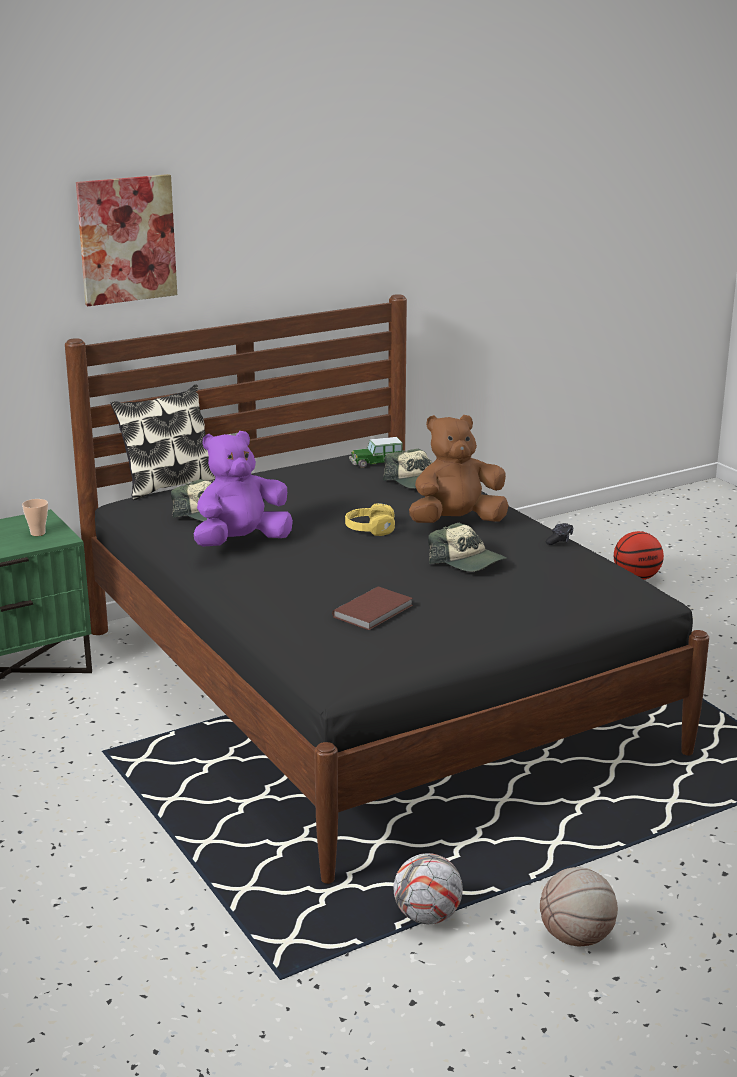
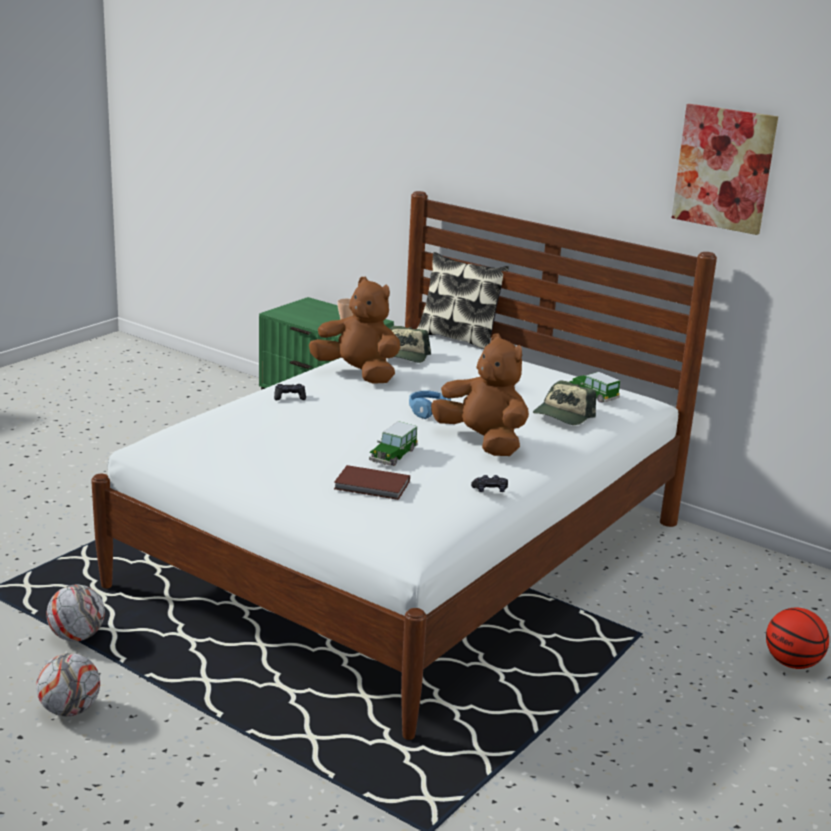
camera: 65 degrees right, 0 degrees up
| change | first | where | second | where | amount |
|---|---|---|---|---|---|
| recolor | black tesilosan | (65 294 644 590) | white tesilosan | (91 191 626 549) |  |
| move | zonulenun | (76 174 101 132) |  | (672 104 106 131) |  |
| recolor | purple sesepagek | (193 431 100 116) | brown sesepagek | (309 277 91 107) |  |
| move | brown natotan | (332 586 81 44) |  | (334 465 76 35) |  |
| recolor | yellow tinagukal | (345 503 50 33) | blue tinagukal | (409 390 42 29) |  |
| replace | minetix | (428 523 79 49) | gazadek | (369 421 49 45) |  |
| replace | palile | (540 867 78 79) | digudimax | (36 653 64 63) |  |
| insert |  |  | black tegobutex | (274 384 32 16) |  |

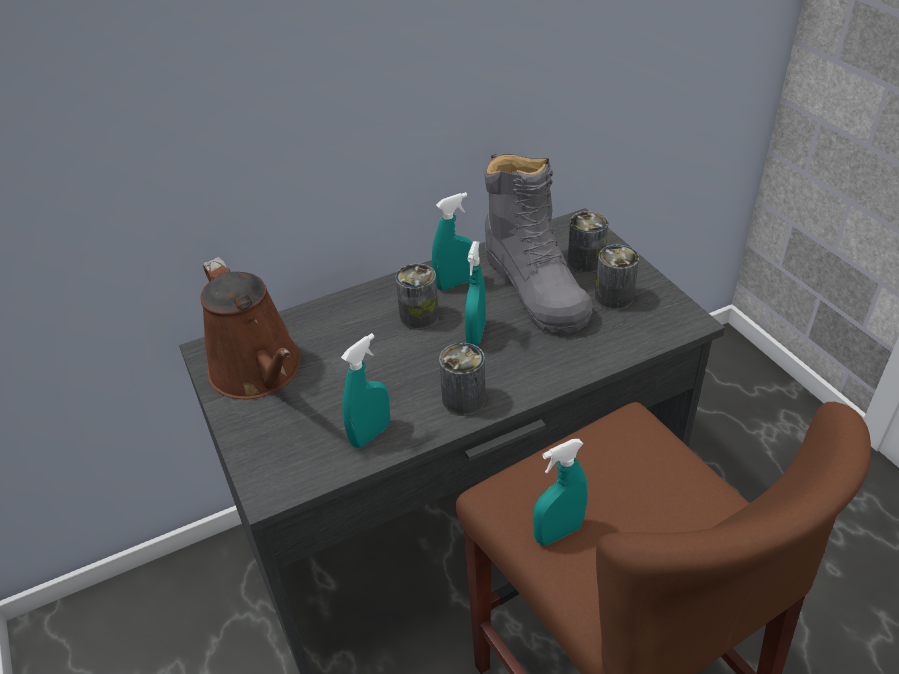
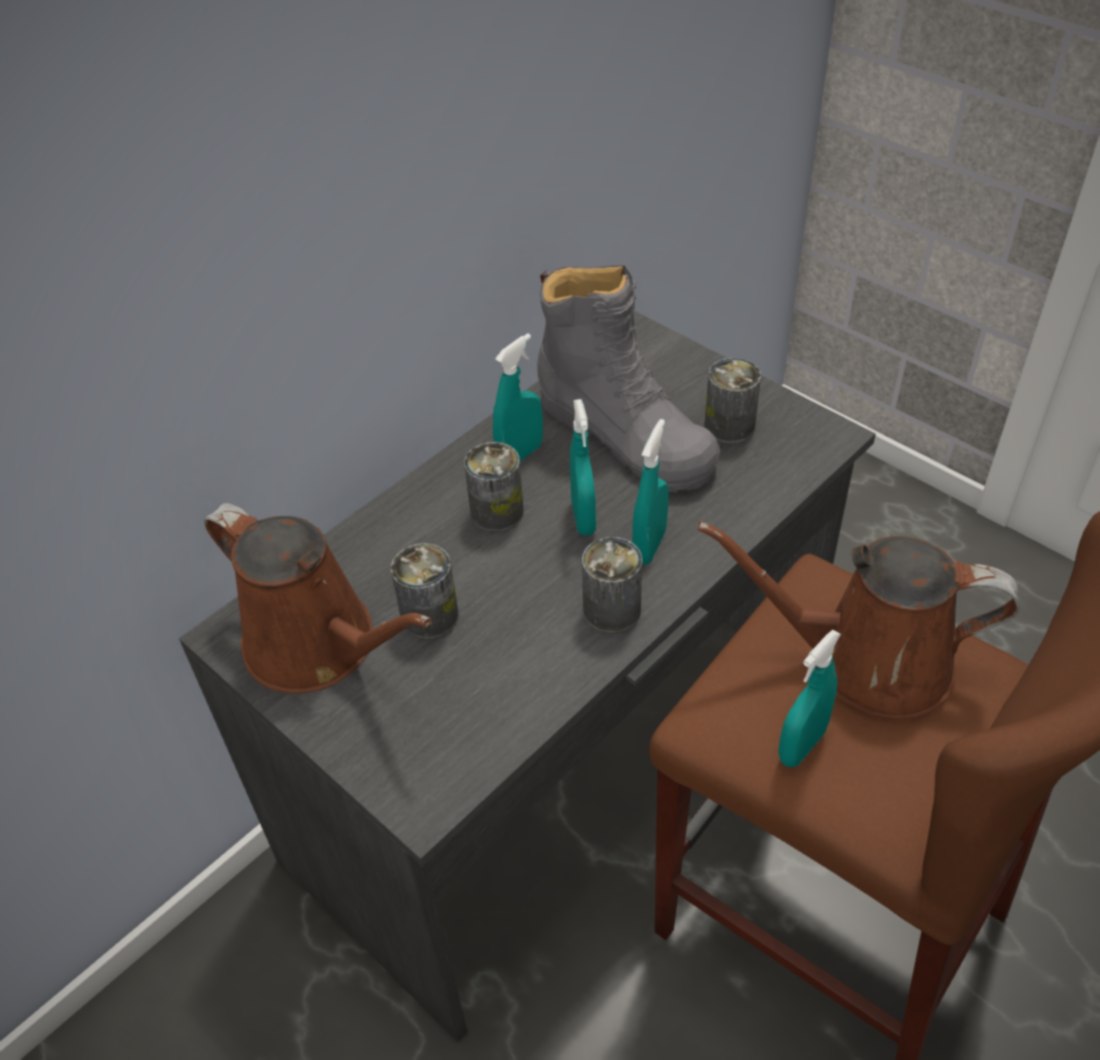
camera: 20 degrees left, 5 degrees up
| change | first | where | second | where | amount |
|---|---|---|---|---|---|
| move | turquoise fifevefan | (341 333 49 115) |  | (632 419 37 146) |  |
| move | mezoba | (568 211 40 63) |  | (391 543 67 96) |  |
| insert |  |  | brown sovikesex | (697 521 323 199) |  |

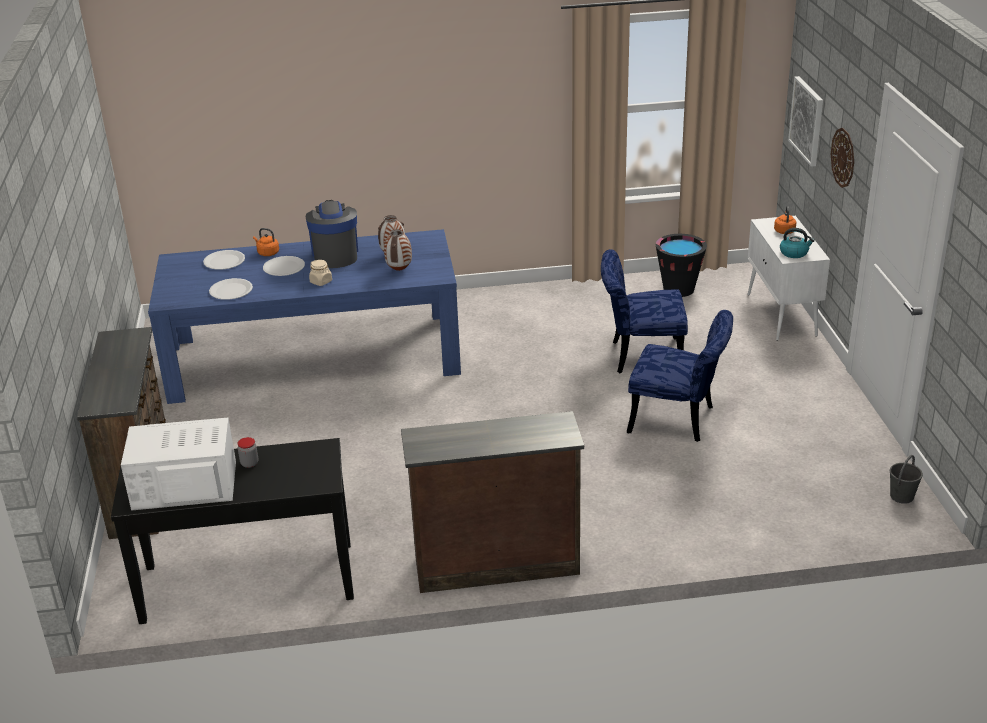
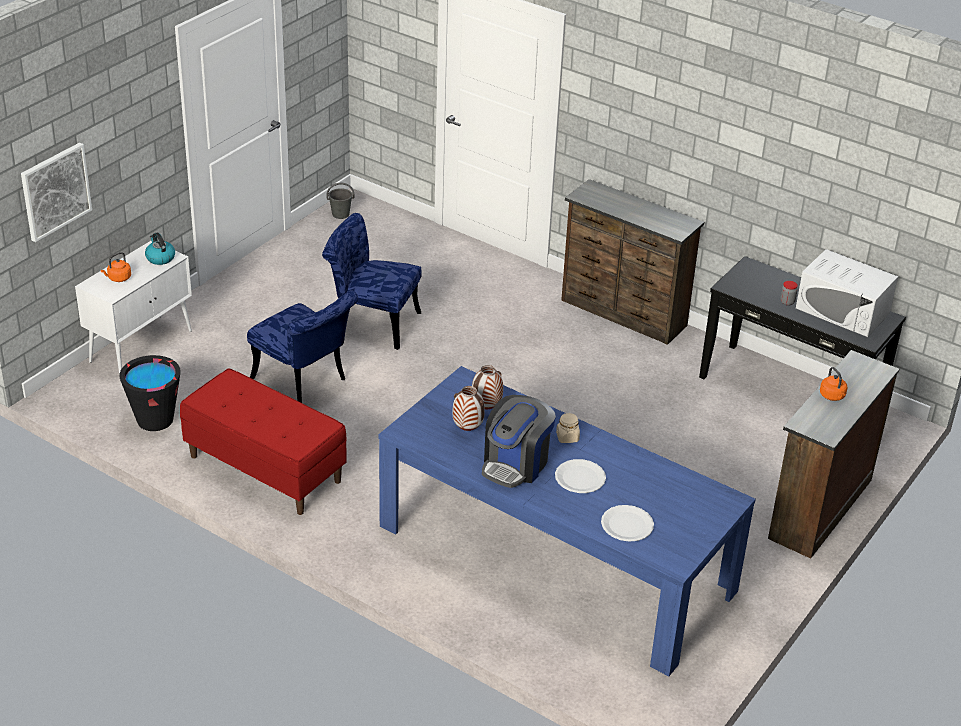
camera: 140 degrees left, 5 degrees up
| change | first | where | second | where | amount |
|---|---|---|---|---|---|
| delete | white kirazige | (209 278 44 22) |  |  |  |
| move | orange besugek | (253 228 26 28) |  | (820 367 27 34) |  |
| rotate | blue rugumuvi | (627 310 106 132) |  | (322 213 100 137) | 45 degrees counterclockwise |
| delete | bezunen | (831 128 23 60) |  |  |  |
| insert |  |  | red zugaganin | (180 369 167 146) |  |

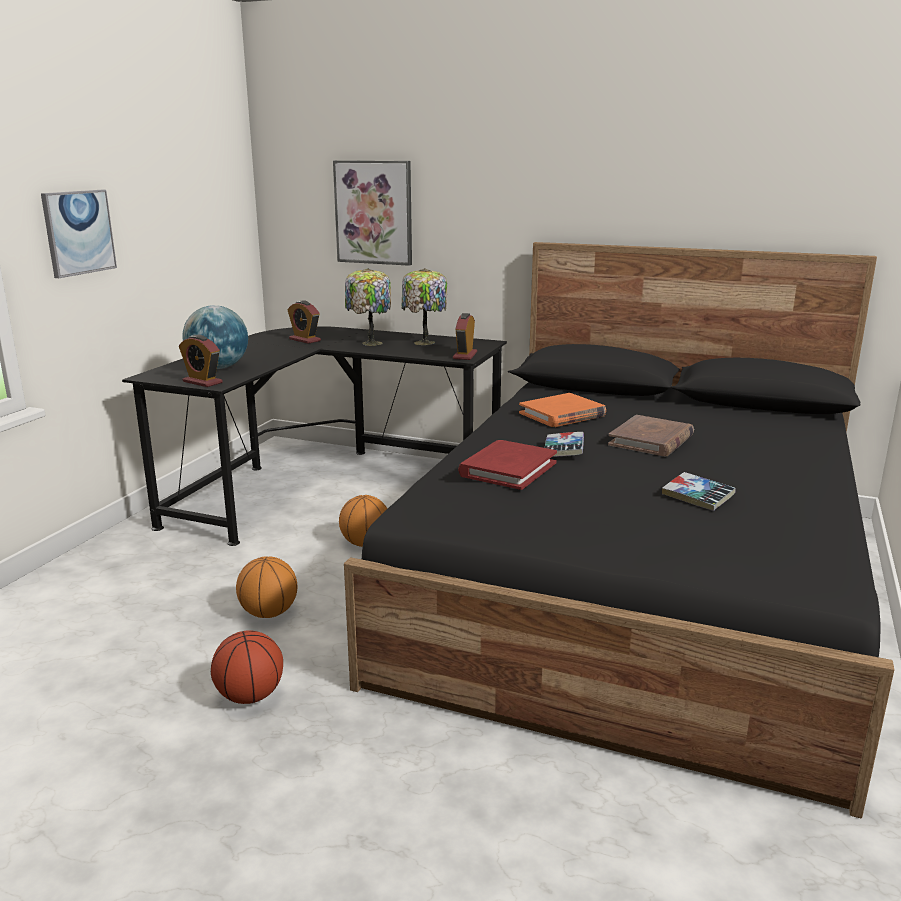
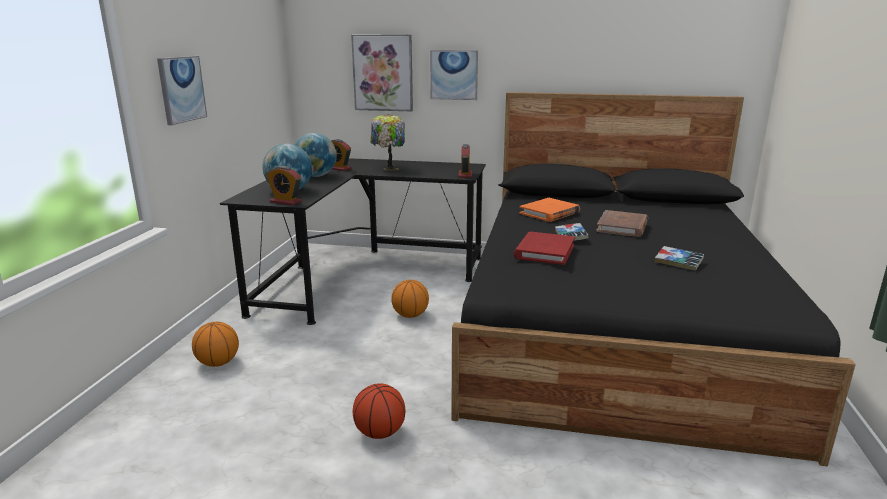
camera: 10 degrees left, 0 degrees up
| change | first | where | second | where | amount |
|---|---|---|---|---|---|
| move | palile | (236 556 61 62) |  | (192 322 47 45) |  |
| delete | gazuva | (402 268 45 77) |  |  |  |
| insert |  |  | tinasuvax | (294 133 43 44) |  |
| insert |  |  | zonulenun | (430 50 48 50) |  |

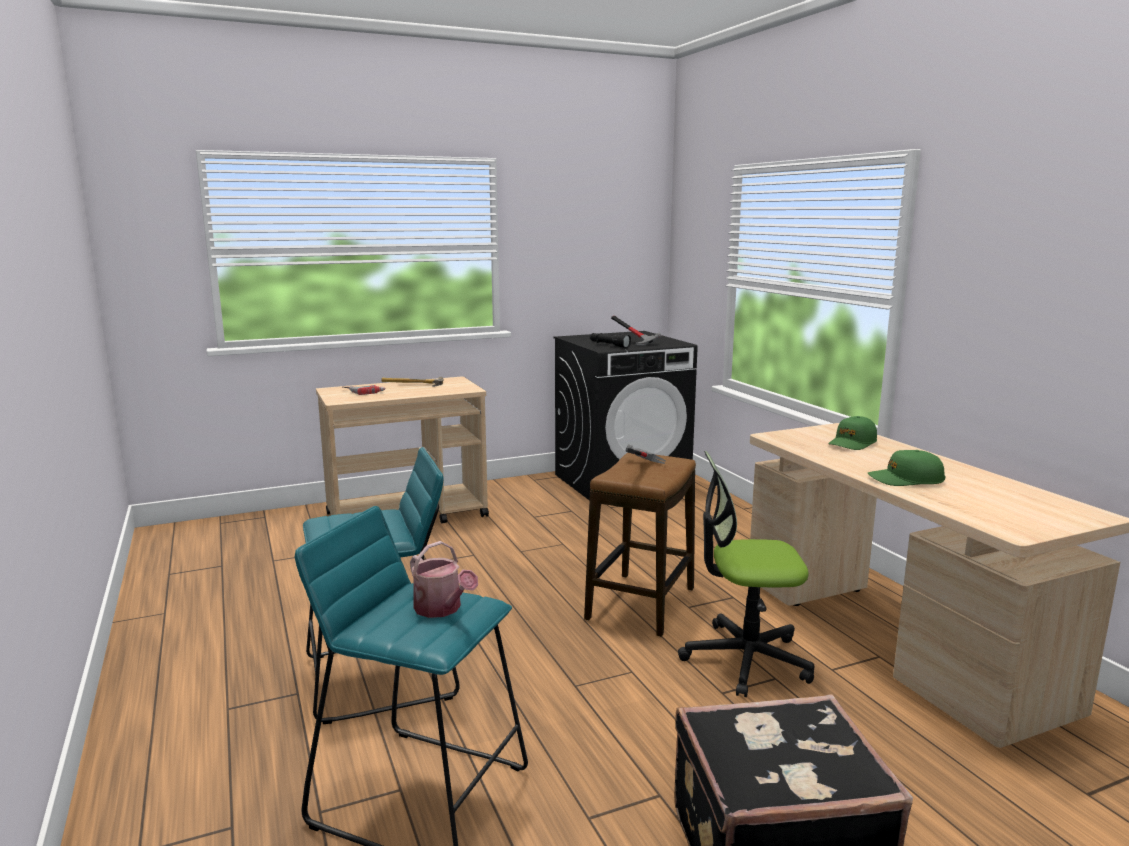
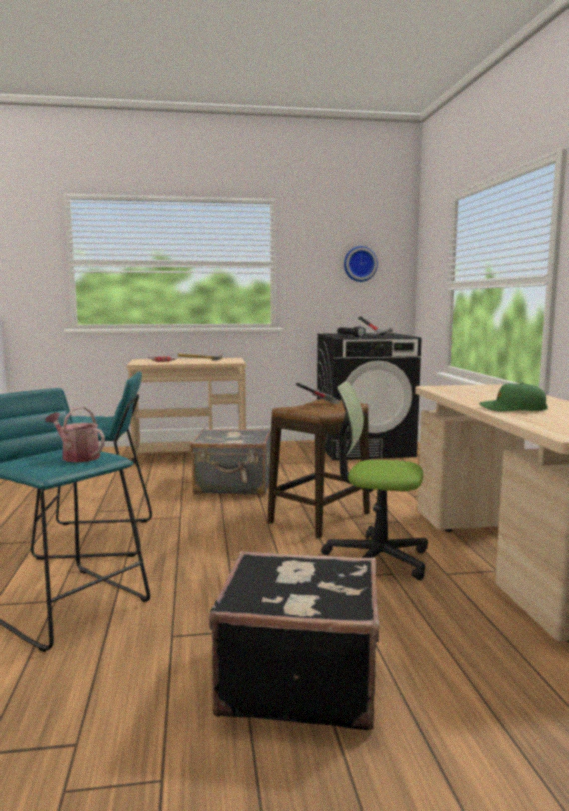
camera: 15 degrees right, 5 degrees down
| change | first | where | second | where | amount |
|---|---|---|---|---|---|
| rotate | sovikesex | (410 541 68 77) |  | (46 406 59 57) | 150 degrees clockwise |
| delete | green minetix | (828 416 49 34) |  |  |  |
| insert |  |  | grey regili | (190 428 81 67) |  |
| insert |  |  | bezunen | (344 246 34 36) |  |

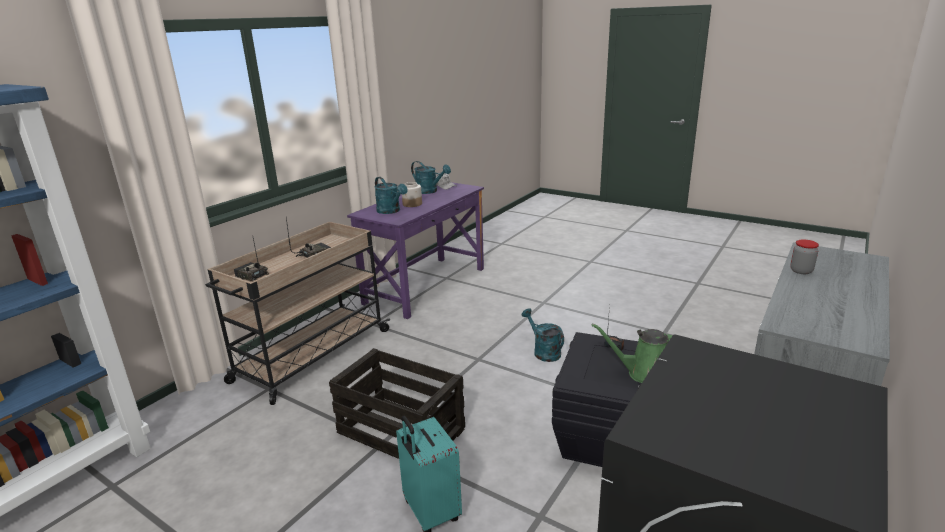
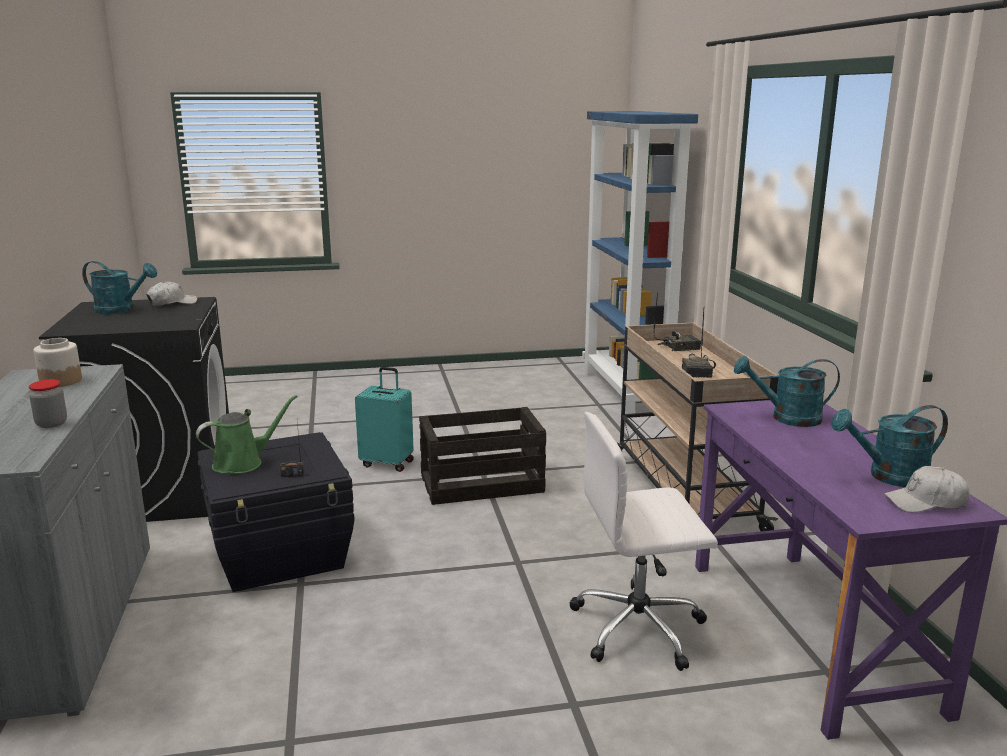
camera: 135 degrees right, 5 degrees down
| change | first | where | second | where | amount |
|---|---|---|---|---|---|
| move | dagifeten | (402 182 20 25) |  | (33 338 49 49) |  |
| move | turquoise sovikesex | (522 308 42 54) |  | (82 261 75 54) |  |
| insert |  |  | white minetix | (147 281 50 25) |  |
| insert |  |  | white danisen | (570 412 148 259) |  |

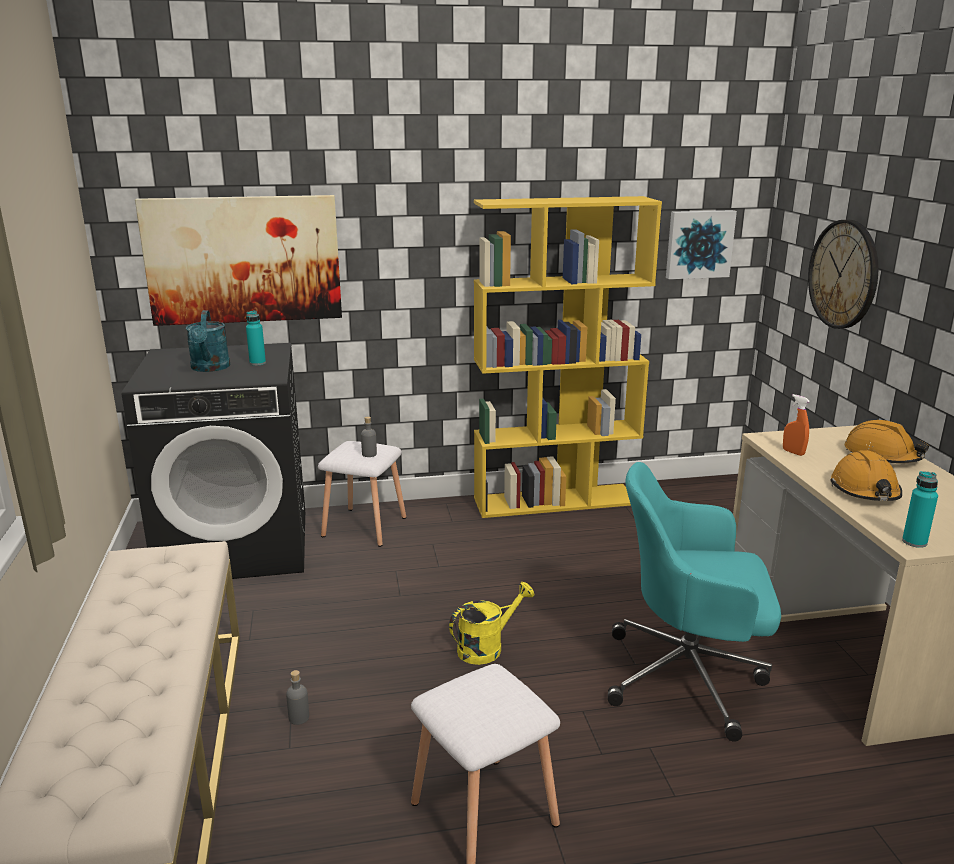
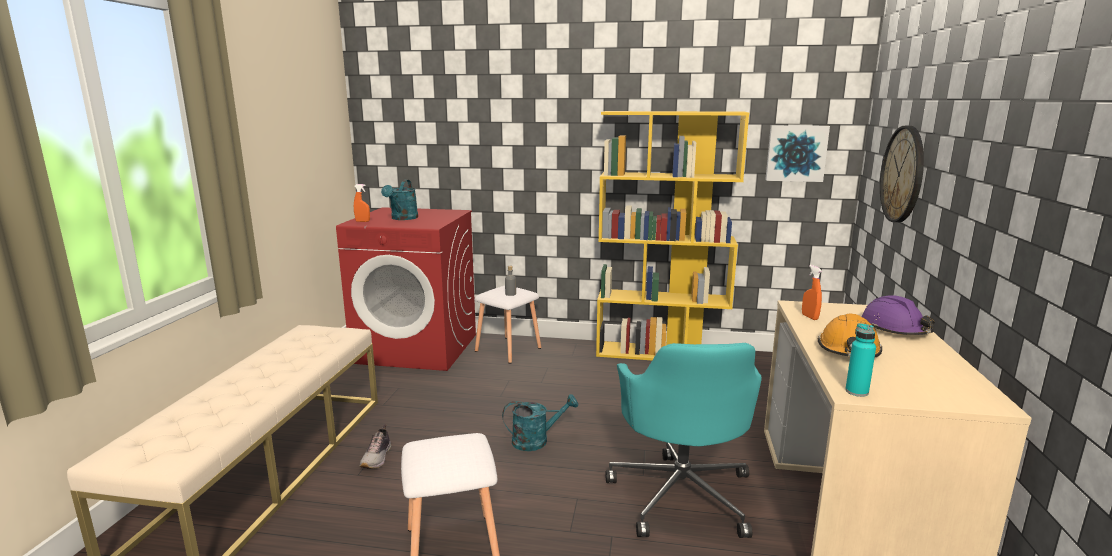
camera: 20 degrees right, 5 degrees down
| change | first | where | second | where | amount |
|---|---|---|---|---|---|
| recolor | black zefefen | (122 343 183 236) | red zefefen | (336 207 140 164) |  |
| delete | zonulenun | (135 195 207 131) |  |  |  |
| delete | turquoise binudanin | (246 311 20 55) |  |  |  |
| replace | grey binudanin | (286 670 23 55) | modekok | (359 424 32 45) |  |
| recolor | yellow sovikesex | (449 582 86 83) | turquoise sovikesex | (502 394 76 57) |  |
| rotate | turquoise danisen | (608 462 173 280) |  | (606 343 156 195) | 120 degrees counterclockwise |
| recolor | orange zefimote | (845 420 84 43) | purple zefimote | (861 295 74 40) |  |
| insert |  |  | orange fifevefan | (354 184 16 38) |  |

